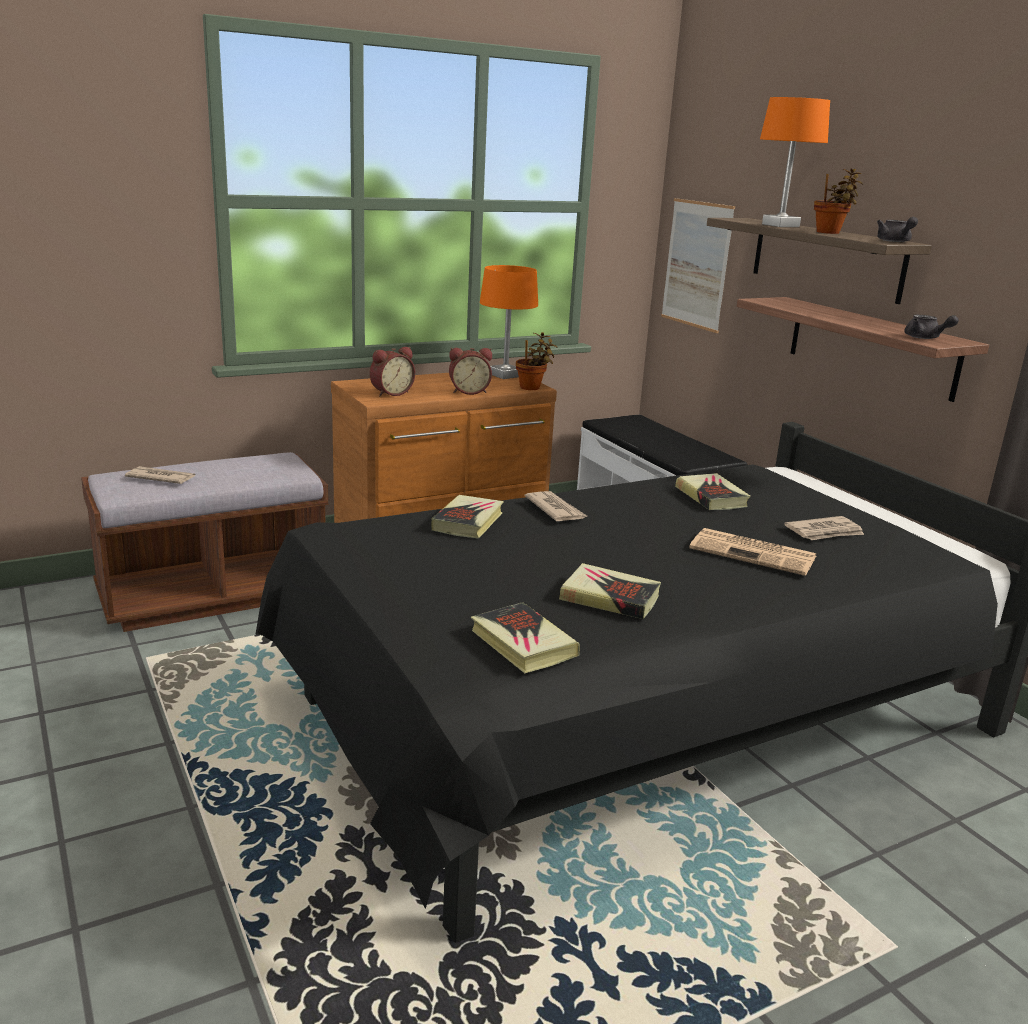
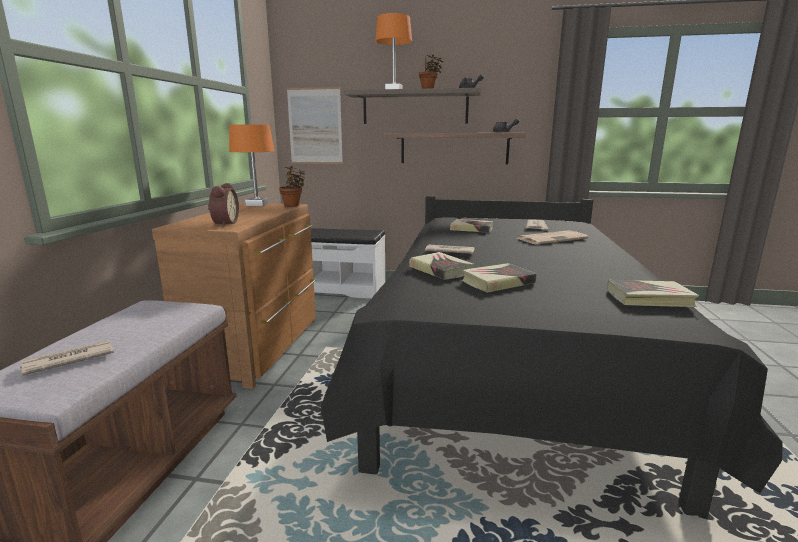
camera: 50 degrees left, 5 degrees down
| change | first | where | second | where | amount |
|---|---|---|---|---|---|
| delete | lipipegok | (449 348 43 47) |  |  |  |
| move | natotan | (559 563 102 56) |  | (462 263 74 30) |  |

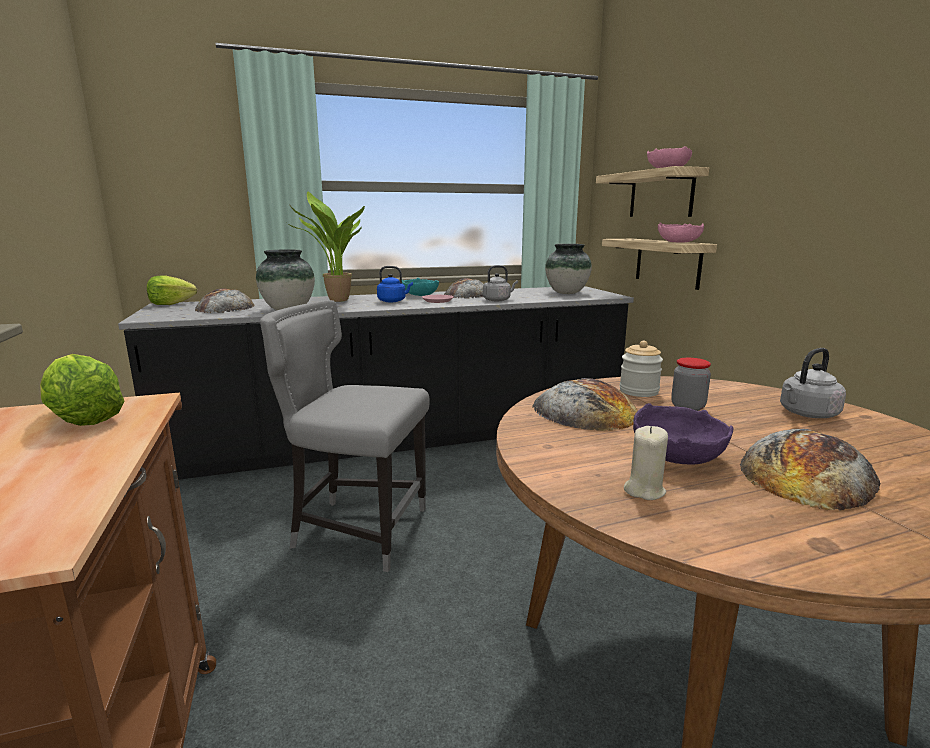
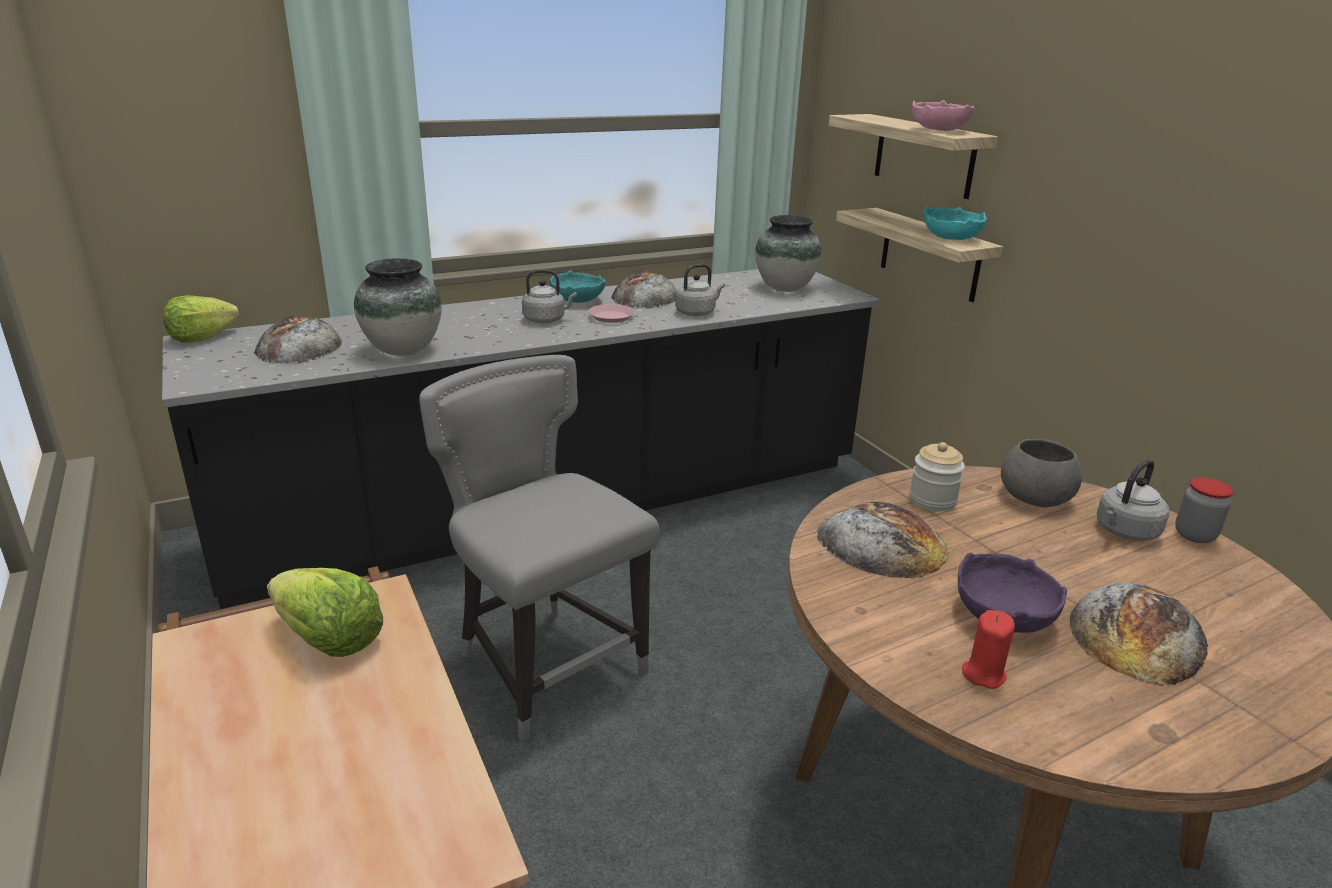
camera: 10 degrees left, 10 degrees up
| change | first | where | second | where | amount |
|---|---|---|---|---|---|
| rotate | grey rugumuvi | (260 300 170 272) |  | (419 355 241 386) | 45 degrees clockwise |
| delete | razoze | (286 192 79 110) |  |  |  |
| recolor | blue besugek | (377 266 36 36) | grey besugek | (522 269 55 54) |  |
| recolor | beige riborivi | (624 426 44 74) | red riborivi | (962 610 53 79) |  |
| recolor | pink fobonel | (658 223 46 19) | turquoise fobonel | (924 207 63 33) |  |
| move | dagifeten | (671 358 40 53) |  | (1175 477 58 66) |  |
| insert |  |  | grey fobonel | (1001 439 81 68) |  |

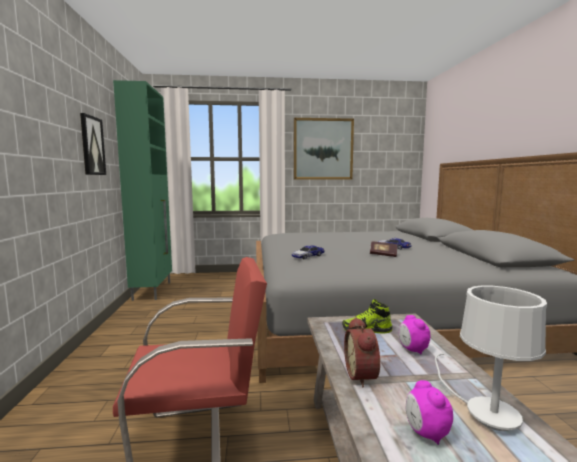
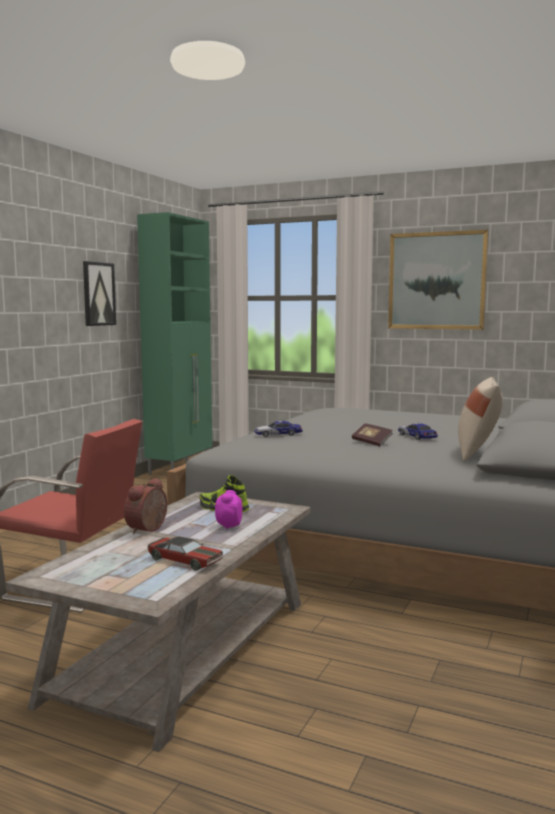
camera: 30 degrees right, 0 degrees up
| change | first | where | second | where | amount |
|---|---|---|---|---|---|
| delete | lipipegok | (406 380 47 65) |  |  |  |
| replace | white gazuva | (435 286 112 145) | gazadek | (147 536 76 35) |  |
| insert |  |  | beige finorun | (458 377 45 85) |  |

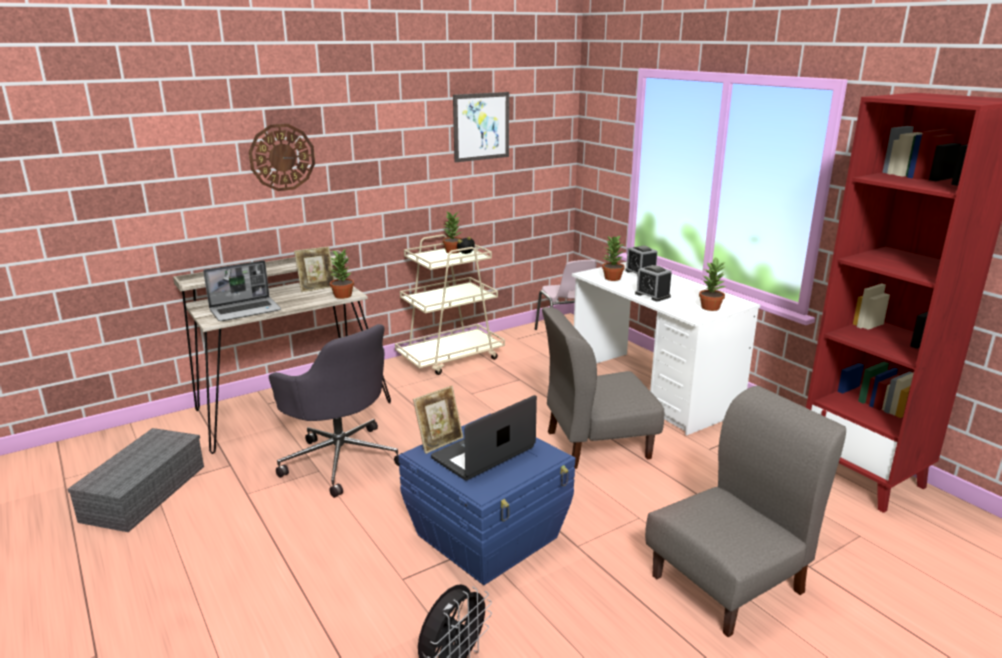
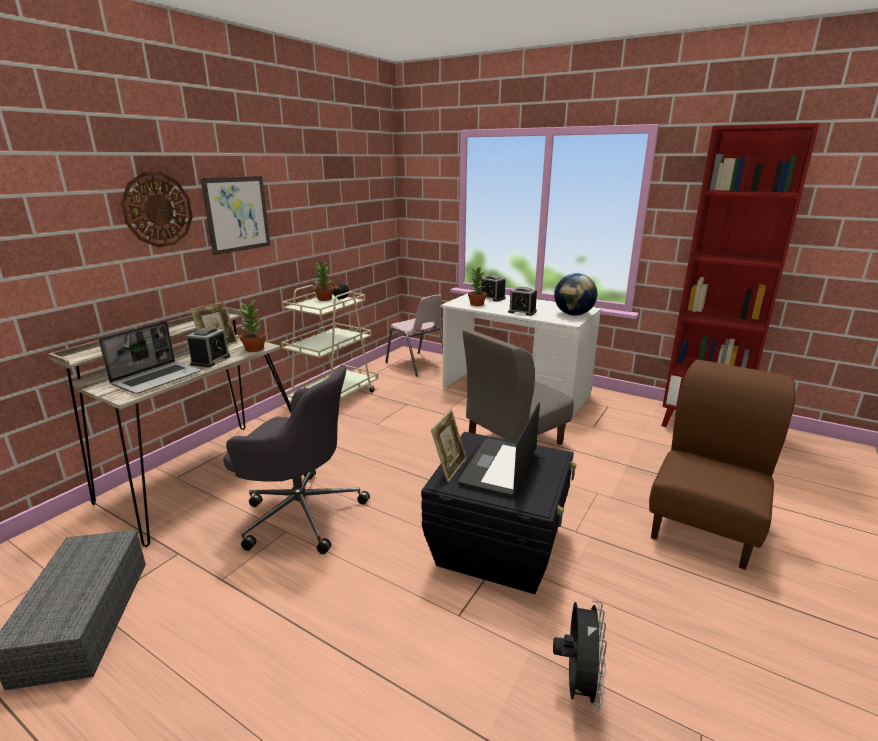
camera: 25 degrees left, 0 degrees up
| change | first | where | second | where | amount |
|---|---|---|---|---|---|
| recolor | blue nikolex | (398 414 177 171) | black nikolex | (421 432 155 162) |  |
| move | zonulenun | (453 92 56 70) |  | (200 176 71 79) |  |
| recolor | grey rugumuvi | (645 386 201 251) | brown rugumuvi | (649 360 147 210) |  |
| replace | razoze | (699 258 27 53) | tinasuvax | (554 273 43 42) |  |
| insert |  |  | lipipegok | (186 328 44 39) |  |

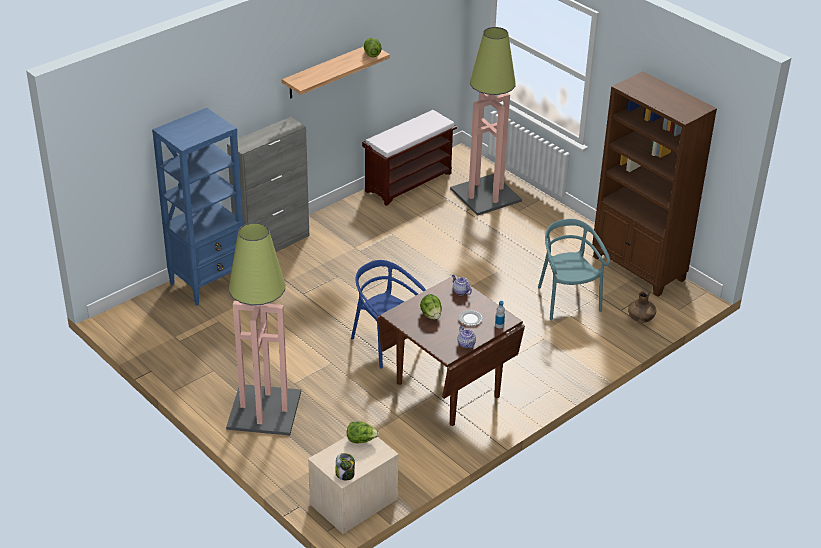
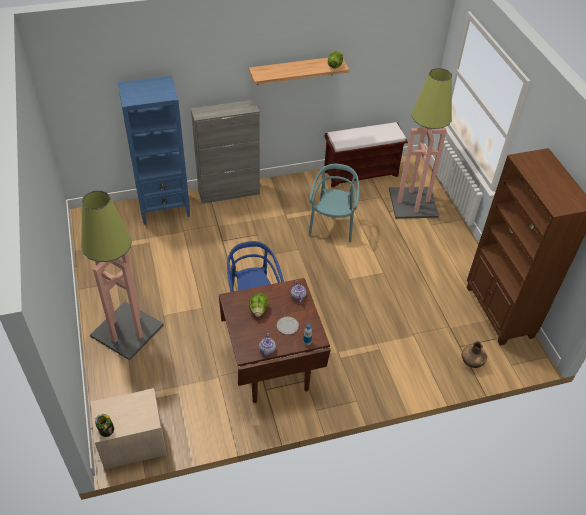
camera: 25 degrees right, 10 degrees up
| change | first | where | second | where | amount |
|---|---|---|---|---|---|
| delete | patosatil | (347 421 32 23) |  |  |  |
| move | turquoise rugumuvi | (538 219 72 101) |  | (309 164 51 78) |  |

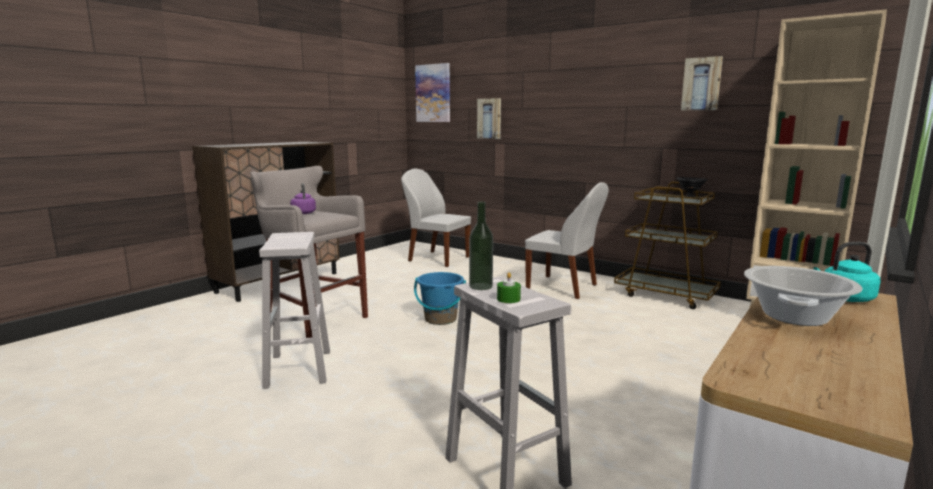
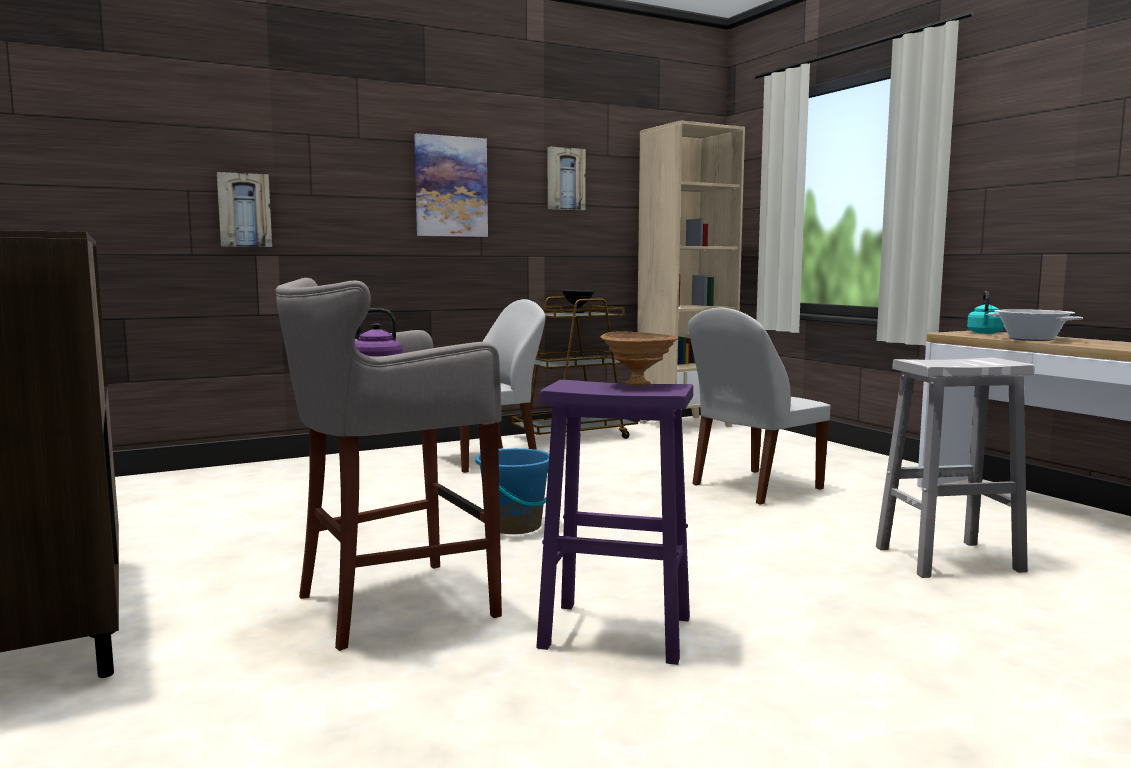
camera: 65 degrees left, 5 degrees down
| change | first | where | second | where | amount |
|---|---|---|---|---|---|
| recolor | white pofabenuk | (259 232 71 157) | purple pofabenuk | (536 380 157 285) |  |
| move | white rugumuvi | (401 168 70 99) |  | (688 308 143 197) |  |
| move | zonulenun | (415 63 35 59) |  | (414 133 74 104) |  |
| delete | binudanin | (469 201 24 89) |  |  |  |
| delete | green riborivi | (497 272 24 31) |  |  |  |
| insert |  |  | brown fobonel | (601 332 78 54) |  |

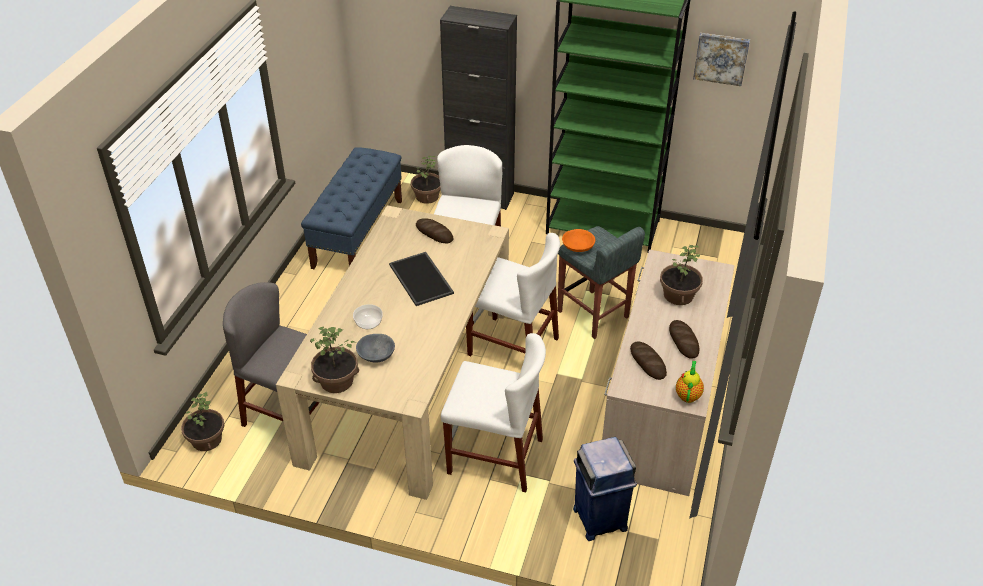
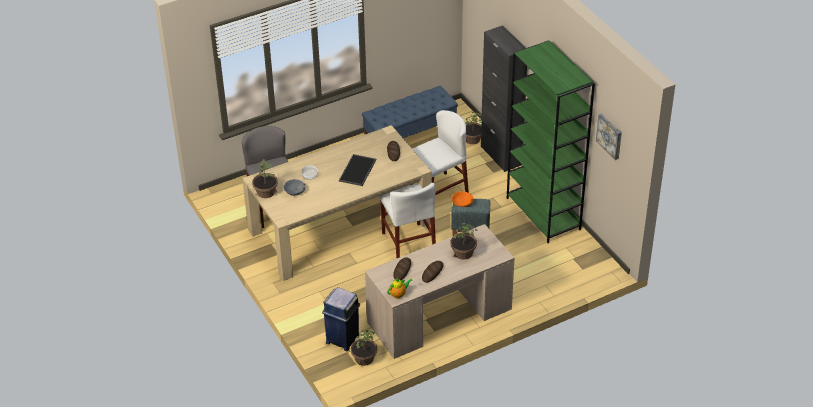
camera: 45 degrees right, 0 degrees up
| change | first | where | second | where | amount |
|---|---|---|---|---|---|
| move | razoze | (181 392 43 59) |  | (350 330 27 36) |  |
| delete | white rugumuvi | (441 333 105 159) |  |  |  |

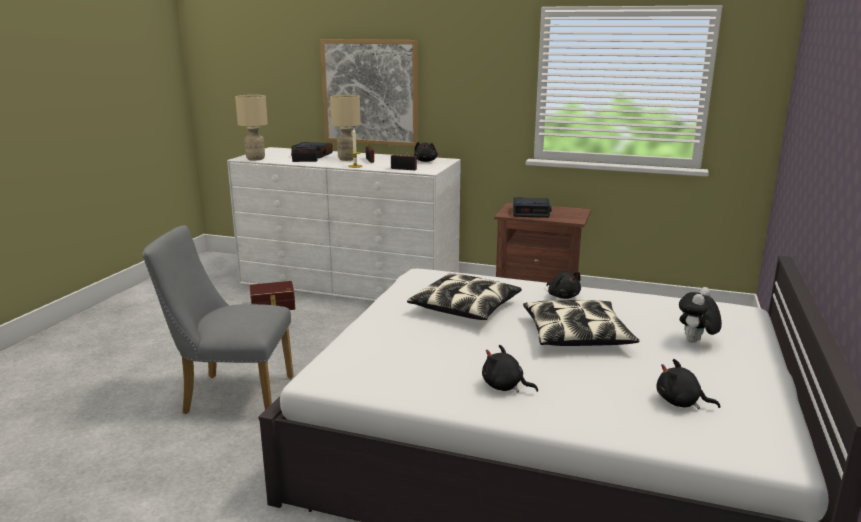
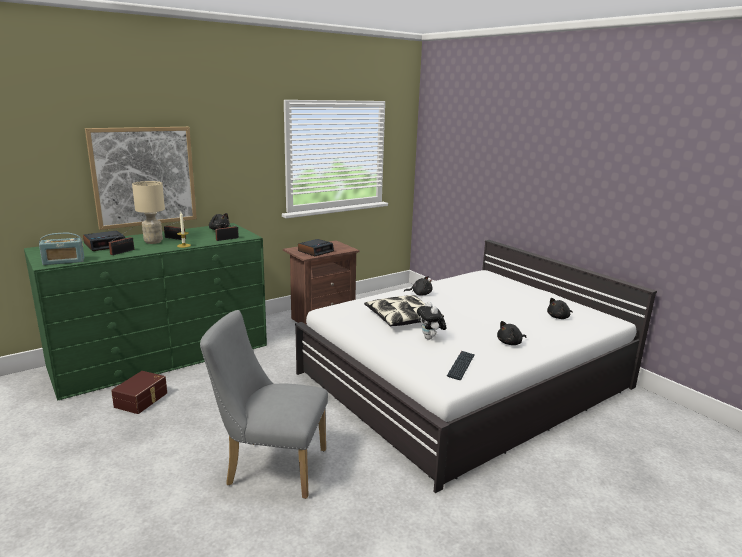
camera: 55 degrees left, 0 degrees up
| change | first | where | second | where | amount |
|---|---|---|---|---|---|
| rotate | grey rugumuvi | (142 225 152 189) |  | (200 310 128 189) | 60 degrees clockwise |
| recolor | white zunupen | (227 147 234 154) | green zunupen | (24 223 243 177) |  |
| replace | beige gazuva | (235 95 33 66) | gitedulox | (39 233 45 32) |  |
| delete | finorun | (523 300 116 46) |  |  |  |
| move | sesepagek | (679 287 43 56) |  | (417 301 30 39) |  |
| insert |  |  | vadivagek | (447 351 28 29) |  |

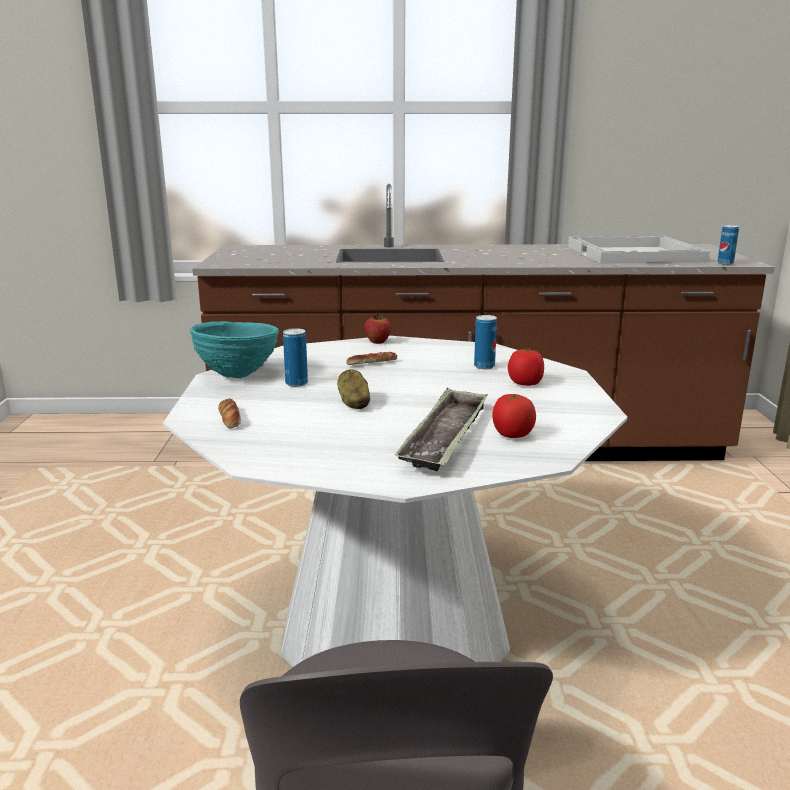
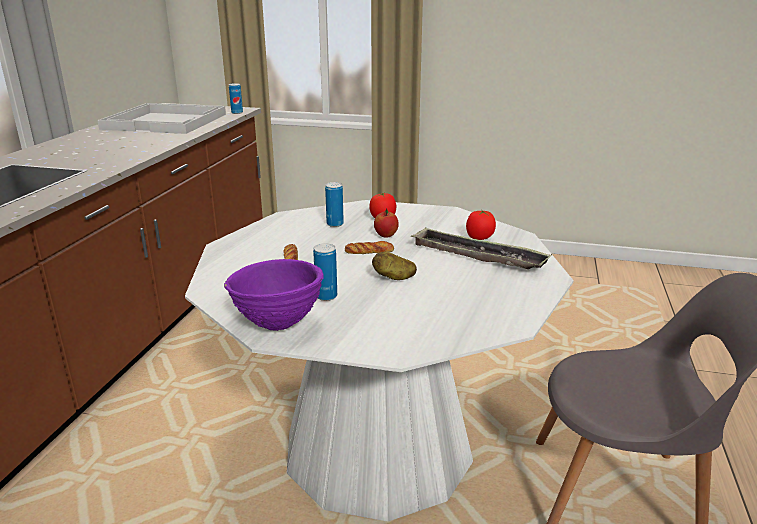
camera: 75 degrees left, 5 degrees up
| change | first | where | second | where | amount |
|---|---|---|---|---|---|
| recolor | turquoise fobonel | (190 321 89 57) | purple fobonel | (224 259 100 72) |  |
| move | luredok | (218 399 23 30) |  | (345 241 49 13) |  |
| move | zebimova | (364 313 27 31) |  | (374 208 25 30) |  |

